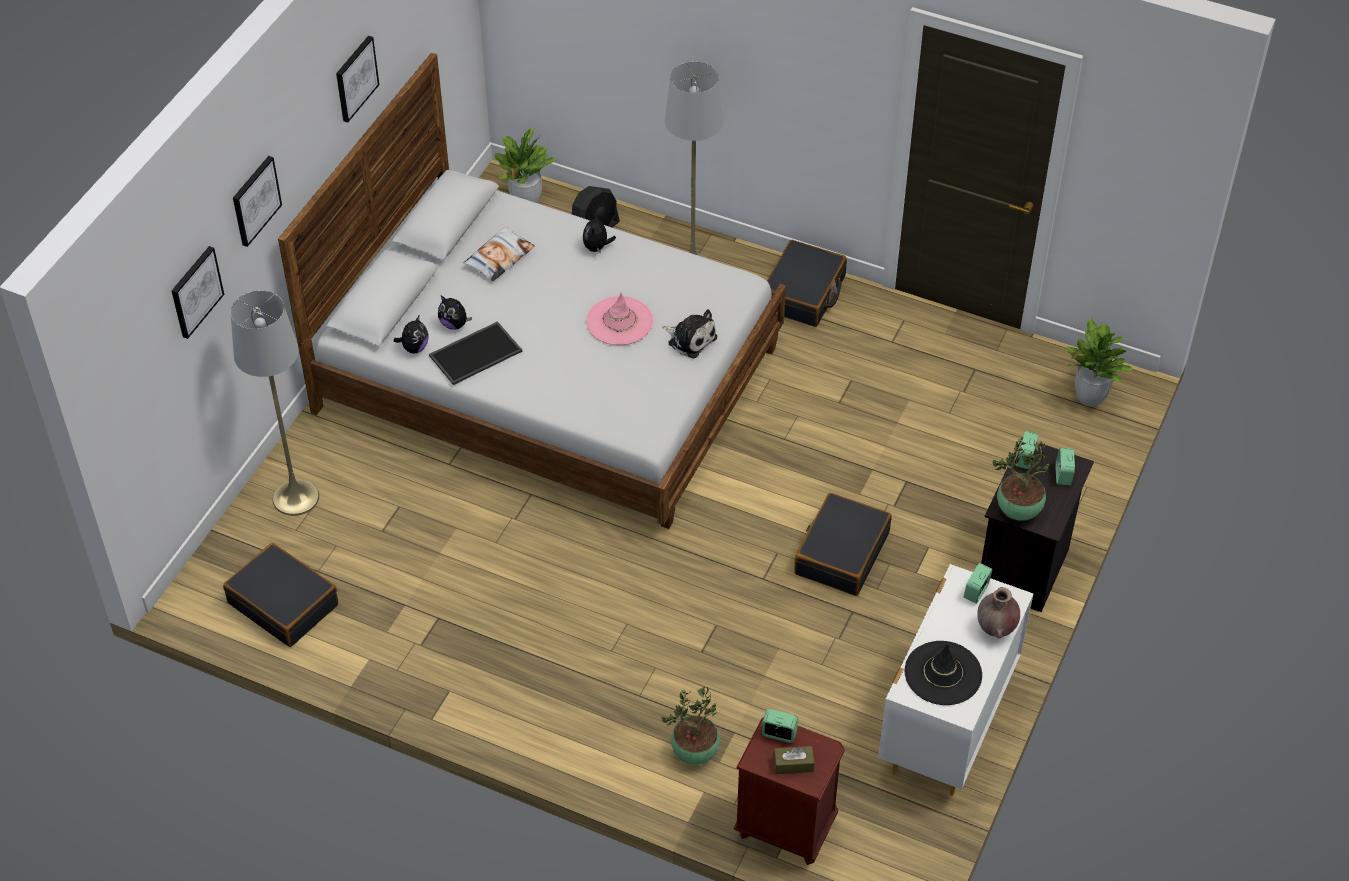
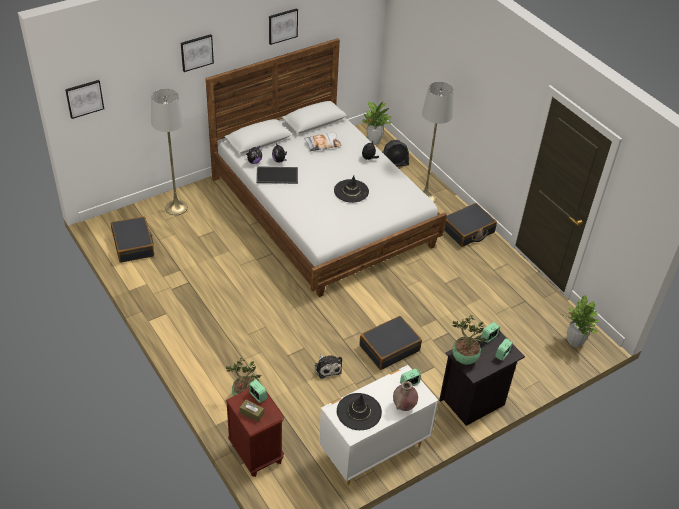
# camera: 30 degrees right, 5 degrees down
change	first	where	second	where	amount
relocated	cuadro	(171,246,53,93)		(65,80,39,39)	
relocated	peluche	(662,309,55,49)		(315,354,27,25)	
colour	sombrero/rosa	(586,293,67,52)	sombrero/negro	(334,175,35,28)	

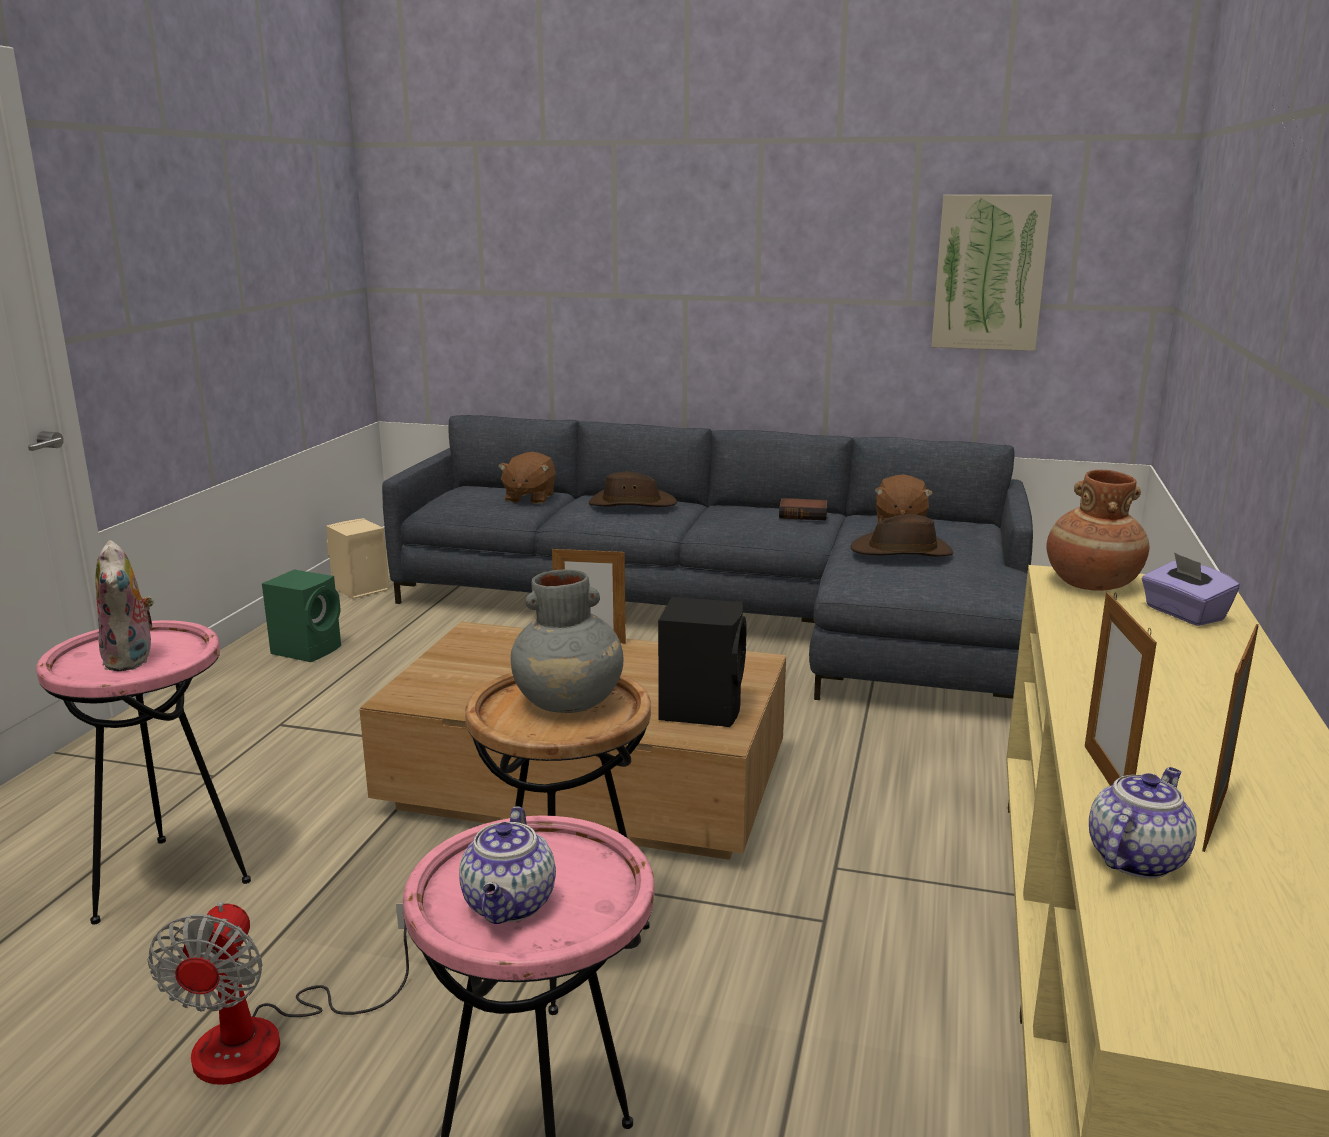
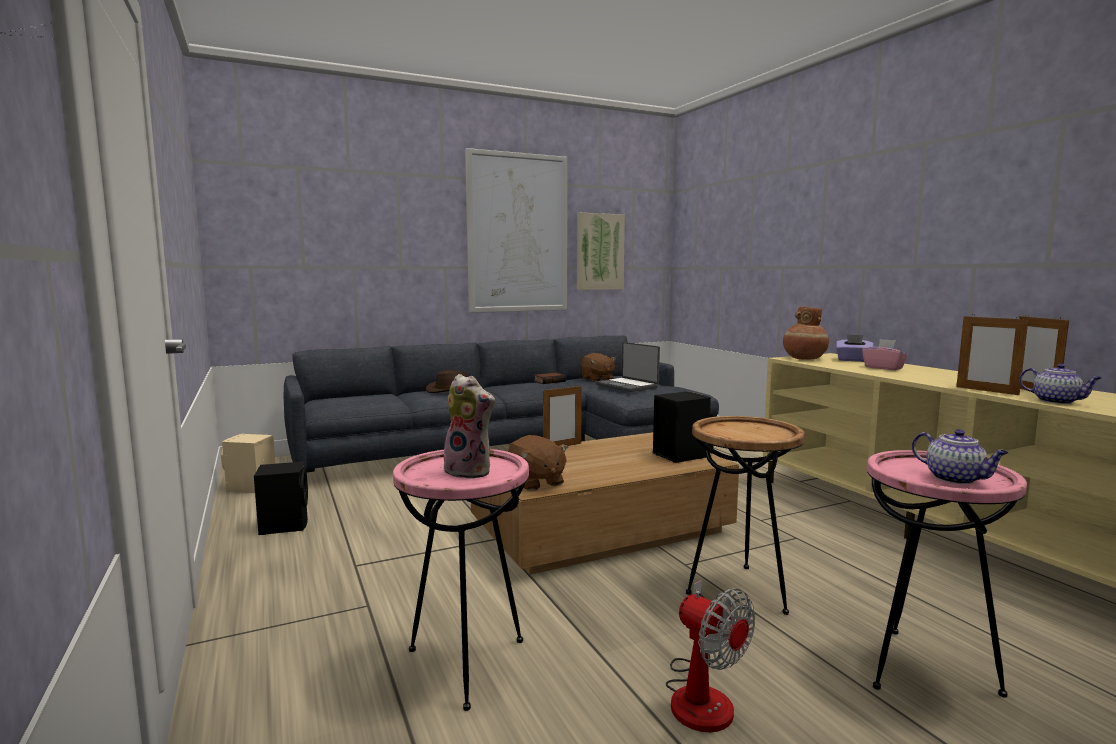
# camera: 40 degrees left, 10 degrees down
change	first	where	second	where	amount
colour	altavoz/verde	(262,569,79,93)	altavoz/negro	(254,461,54,74)	
appeared			cuadro	(465,148,102,165)	
relocated	peluche/marrón	(498,452,58,52)		(508,435,60,56)	
exchanged	sombrero/marrón	(850,514,104,43)	portátil	(595,342,65,50)	
appeared			caja de pañuelos/rosa	(862,339,46,31)	
spun	tetera	(1089,767,108,112)		(1019,363,83,41)	135 degrees clockwise
missing	florero/gris	(511,569,112,144)			

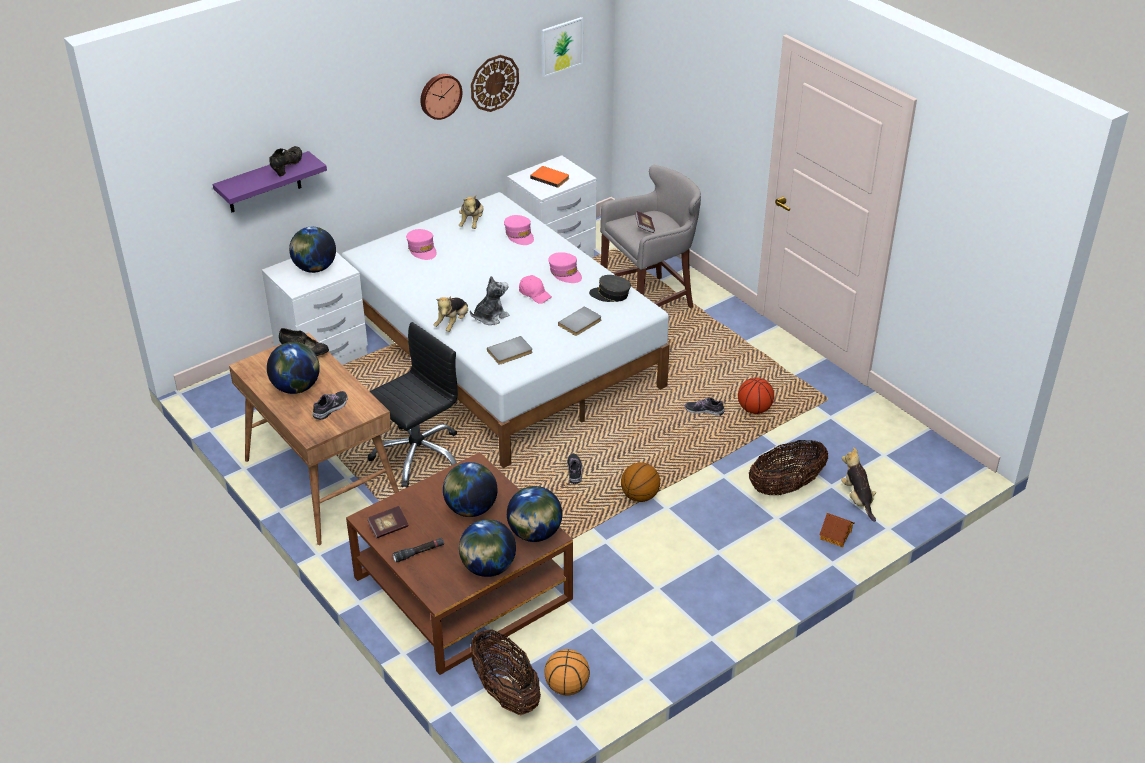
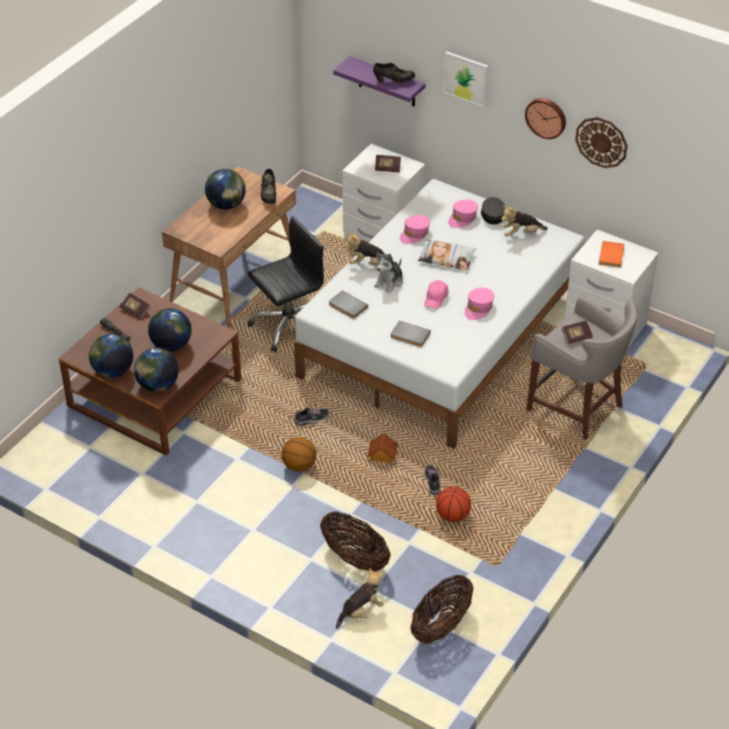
# camera: 70 degrees right, 5 degrees up
change	first	where	second	where	amount
spun	silla de oficina/negro	(368,322,90,166)		(248,216,76,136)	60 degrees counterclockwise
relocated	casita	(819,513,35,34)		(367,433,31,30)	
spun	peluche	(470,276,40,49)		(374,253,29,40)	90 degrees clockwise
exchanged	globo terráqueo	(289,227,47,46)	libro	(375,155,26,17)	
relocated	gorra/rosa	(504,215,30,30)		(400,215,30,29)	
relocated	cesta	(471,629,70,86)		(410,575,63,69)	
appeared			cojín	(418,240,58,30)	
relocated	cuadro	(541,17,42,60)		(443,51,45,56)	
relocated	gorra/gris	(589,275,42,27)		(481,197,24,28)	
missing	zapato	(313,391,35,29)			
missing	balón de baloncesto	(544,649,46,47)			

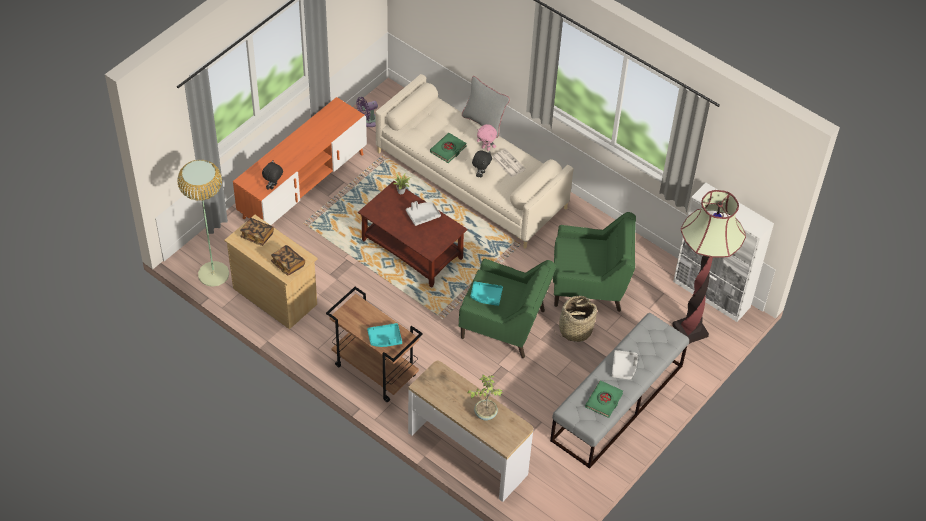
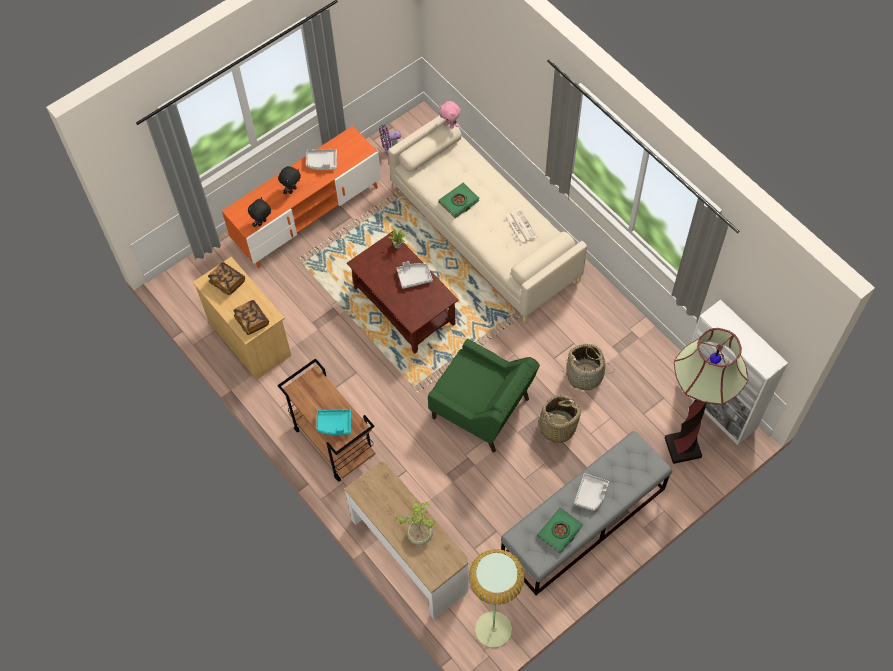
# camera: 15 degrees right, 10 degrees up
change	first	where	second	where	amount
relocated	peluche/negro	(472,151,20,26)		(278,166,23,28)	
appeared			bandeja/gris	(306,149,31,21)	
relocated	peluche/rosa	(477,124,20,27)		(439,101,22,28)	
relocated	lámpara de pie	(177,160,52,127)		(469,549,56,99)	
exchanged	sillón/verde	(553,212,83,100)	cesta	(562,344,51,46)	
missing	cojín/gris	(462,76,48,62)			
missing	bandeja/turquesa	(471,281,32,25)			

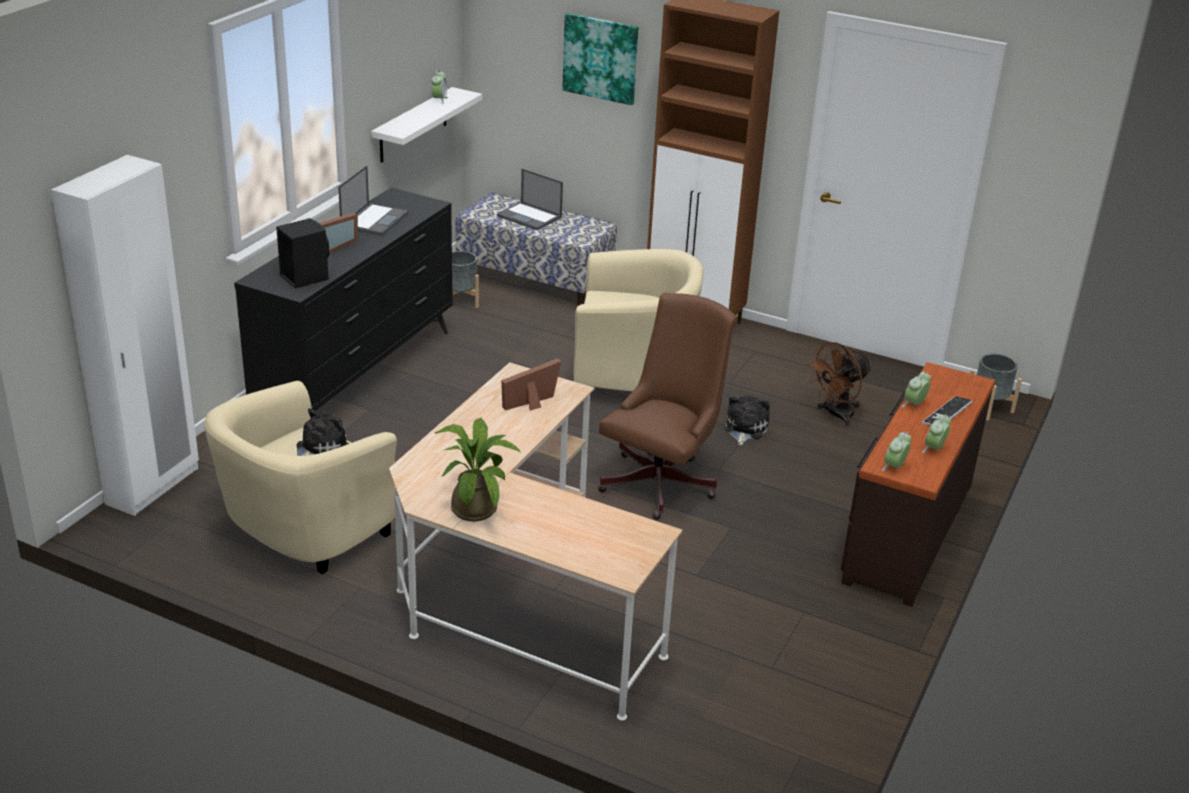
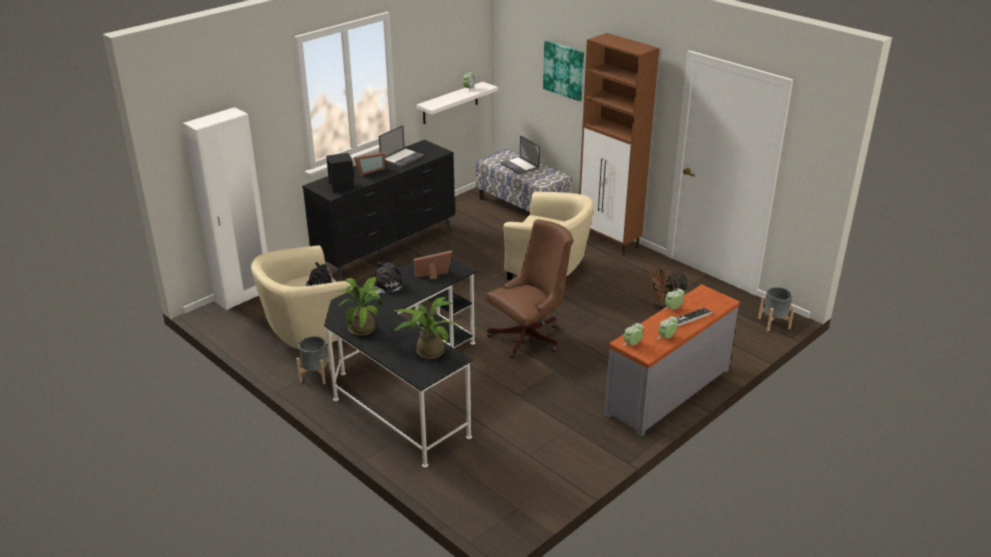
# camera: 20 degrees right, 0 degrees up
change	first	where	second	where	amount
relocated	maceta/gris	(447,251,32,59)		(296,336,35,48)	
colour	escritorio/beis	(389,362,293,359)	escritorio/negro	(324,250,152,218)	
relocated	peluche	(725,396,45,49)		(372,262,33,34)	
appeared			planta en maceta	(393,297,68,62)	
colour	cómoda/marrón	(841,362,154,245)	cómoda/gris	(604,284,136,153)	

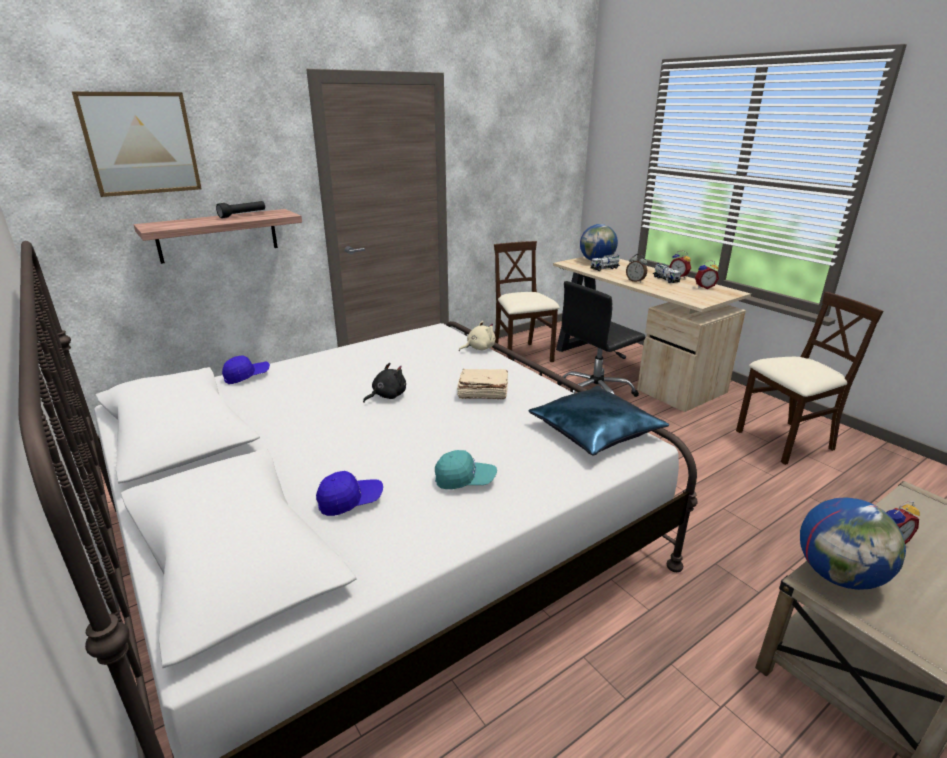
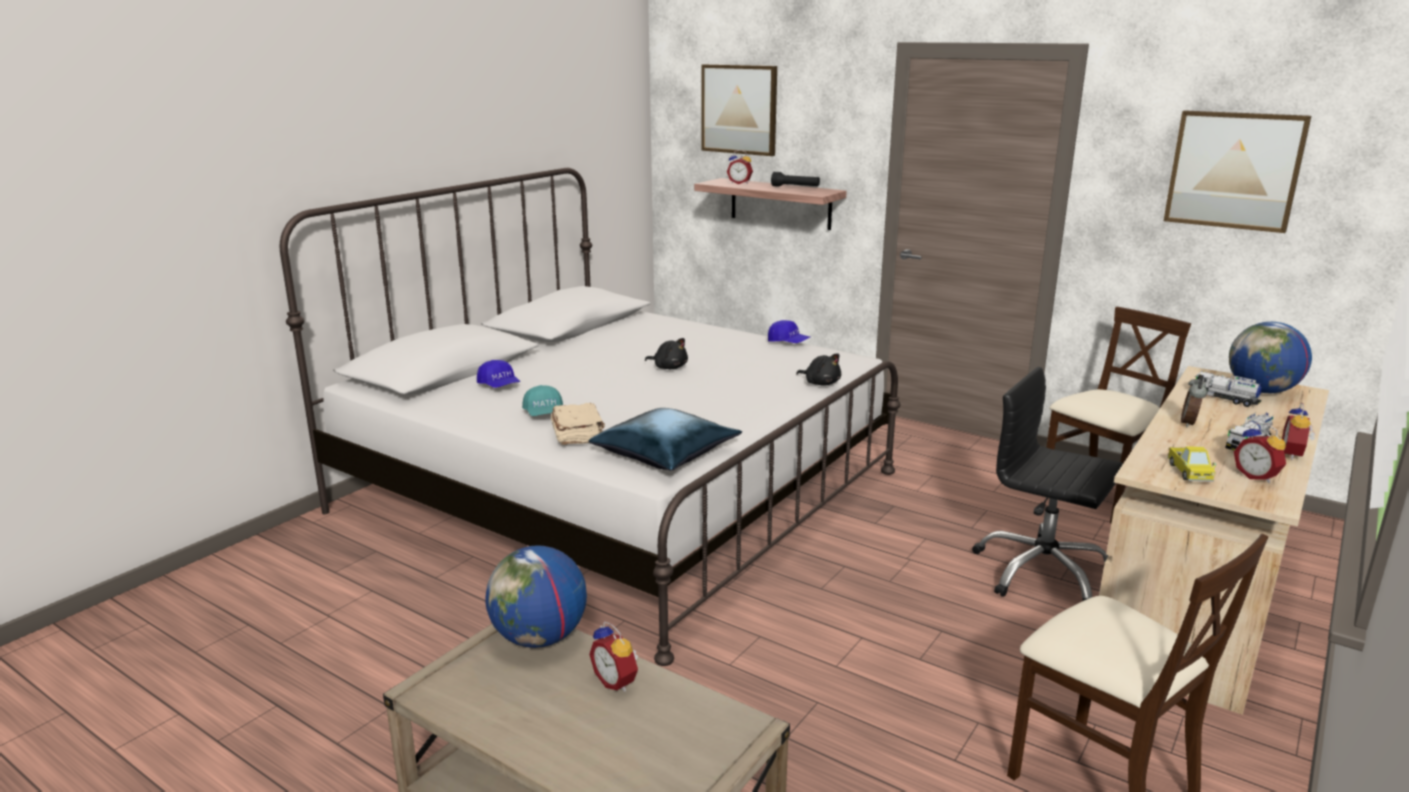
# camera: 70 degrees right, 5 degrees down
change	first	where	second	where	amount
relocated	libro/beis	(457,369,51,30)		(550,403,55,42)	
appeared			despertador	(727,150,26,34)	
relocated	gorra/azul	(222,355,48,29)		(768,320,42,23)	
colour	peluche/beis	(459,321,37,30)	peluche/negro	(796,353,45,33)	
appeared			cuadro	(1164,110,147,123)	
appeared			camión de juguete	(1167,446,49,36)	

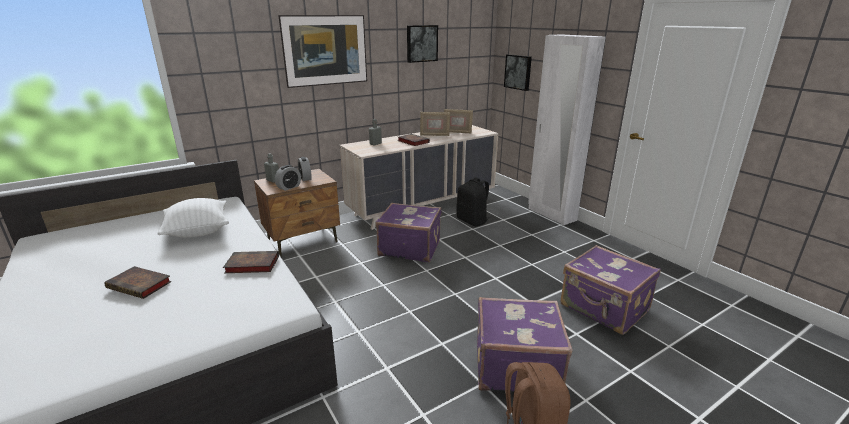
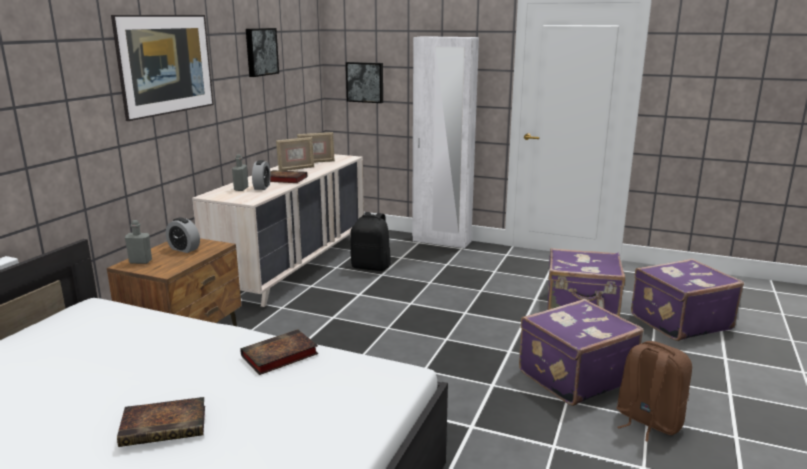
# camera: 35 degrees left, 5 degrees down
change	first	where	second	where	amount
relocated	despertador	(275,165,26,26)		(252,160,19,30)	
relocated	maleta/morado	(376,203,66,59)		(631,259,113,82)	
missing	cojín/blanco	(158,198,71,40)			

